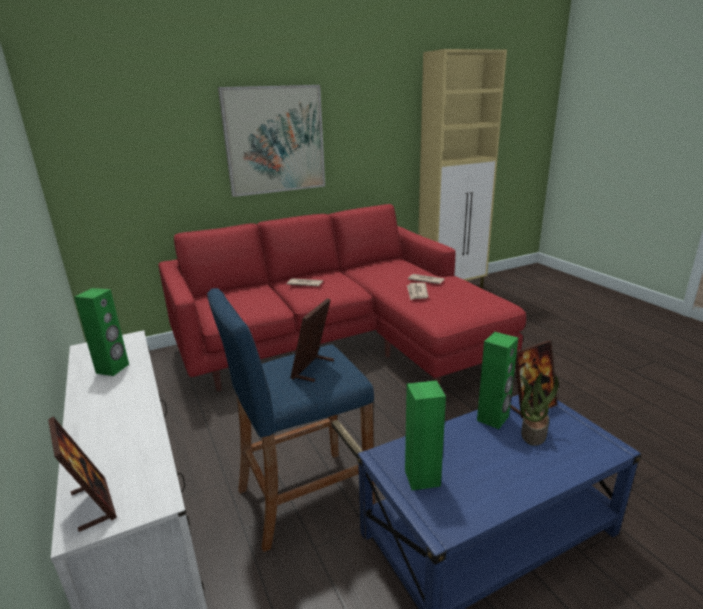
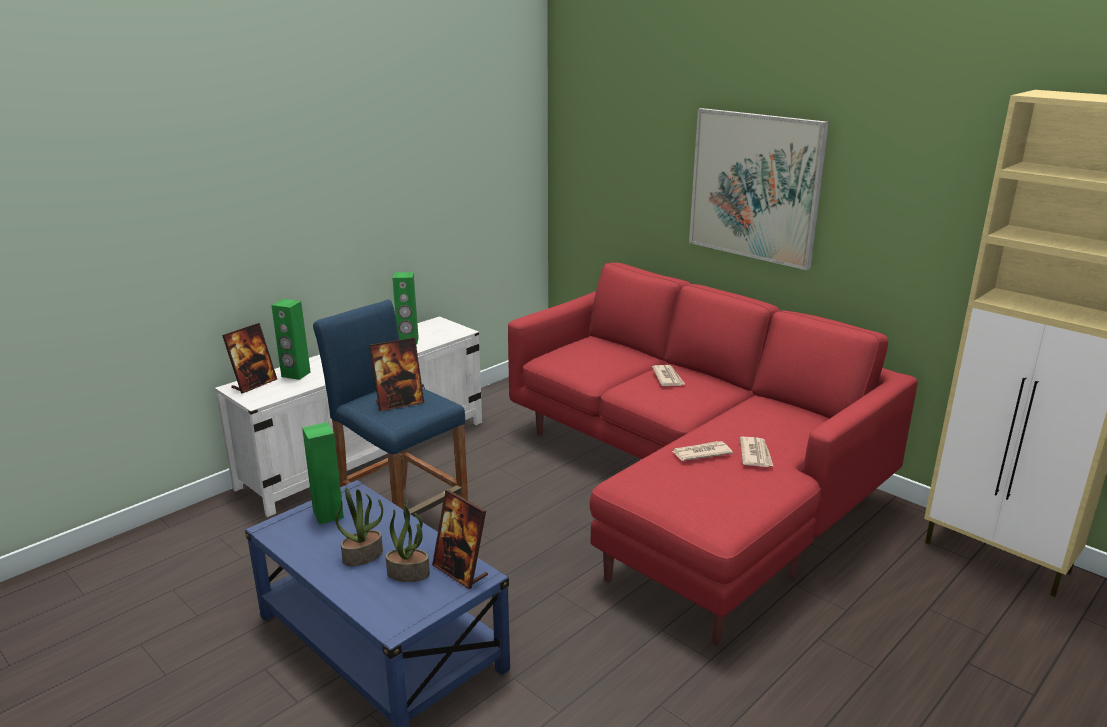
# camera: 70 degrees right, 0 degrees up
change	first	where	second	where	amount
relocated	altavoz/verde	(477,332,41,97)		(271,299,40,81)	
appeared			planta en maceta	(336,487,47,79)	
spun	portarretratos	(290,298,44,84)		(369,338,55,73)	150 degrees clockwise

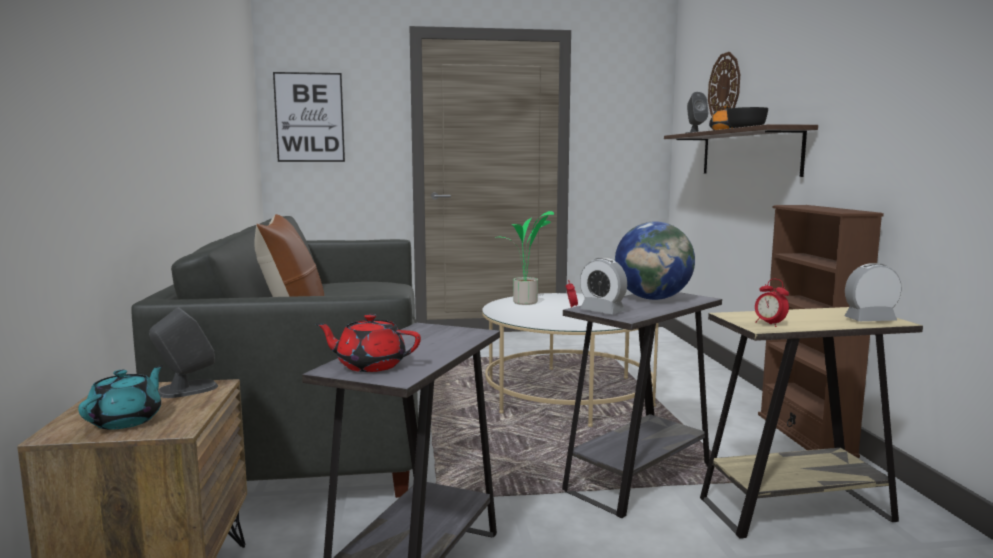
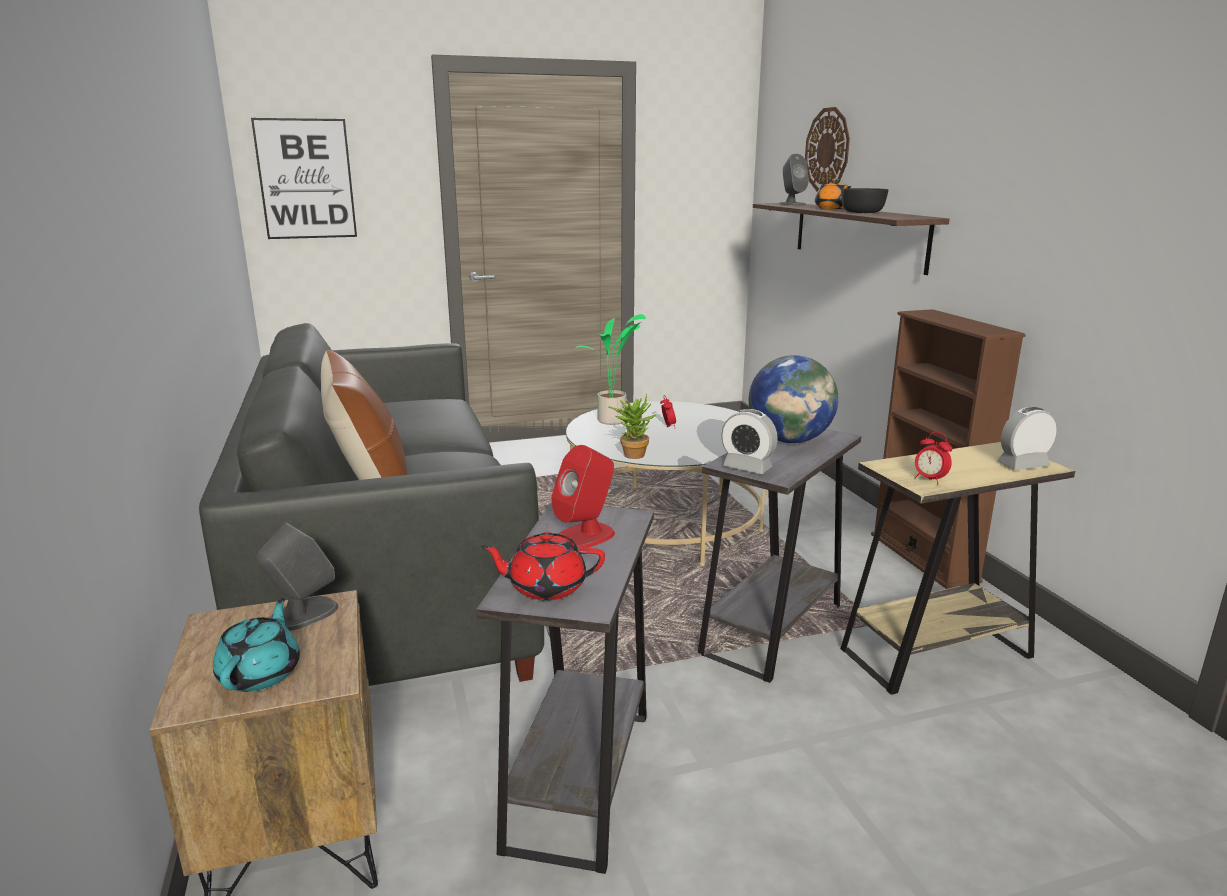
# camera: 10 degrees left, 10 degrees up
change	first	where	second	where	amount
appeared			altavoz/rojo	(551,445,64,103)	
appeared			planta en maceta	(608,393,48,66)	

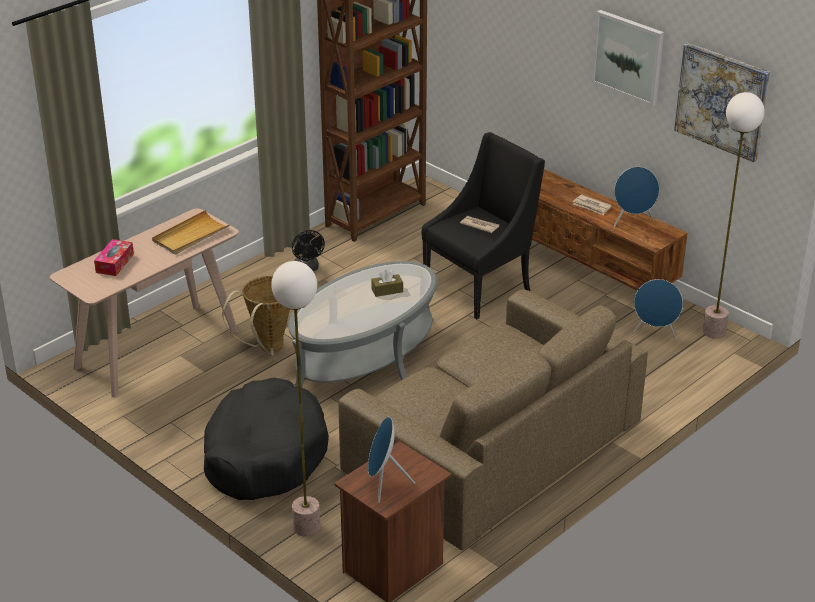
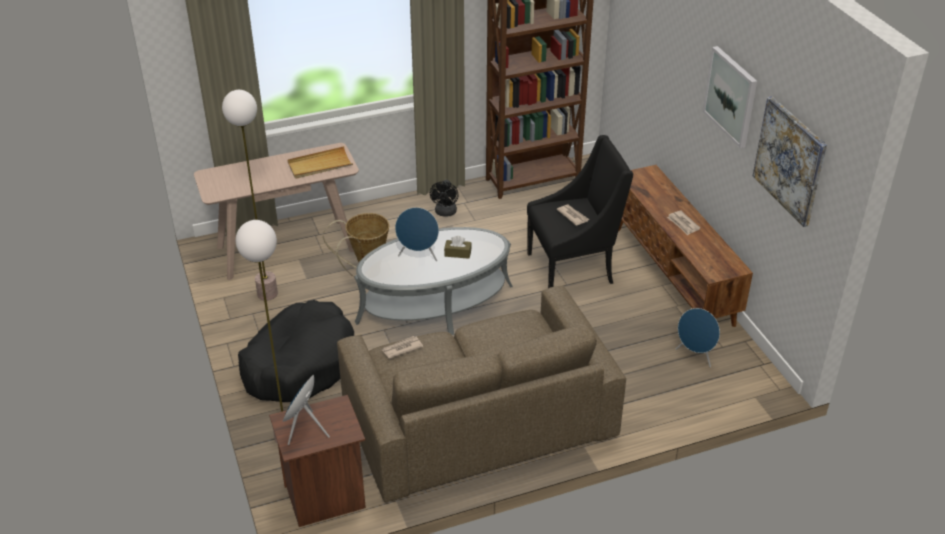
# camera: 25 degrees right, 5 degrees up
change	first	where	second	where	amount
relocated	lámpara de pie	(703,92,62,247)		(222,90,56,211)	
appeared			periódico	(382,336,41,23)	
relocated	altavoz/azul	(614,167,45,60)		(395,207,44,54)	
missing	caja de pañuelos	(94,239,40,37)			

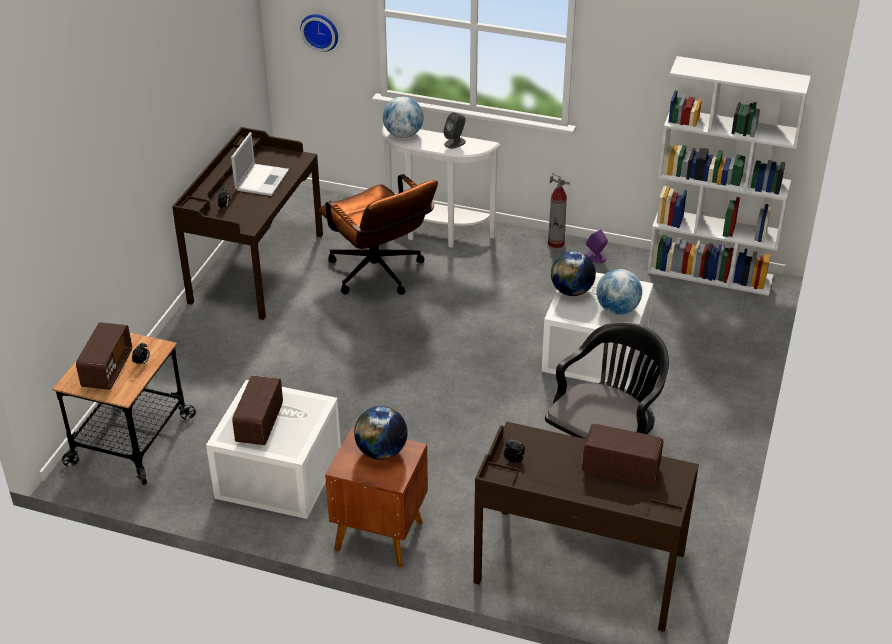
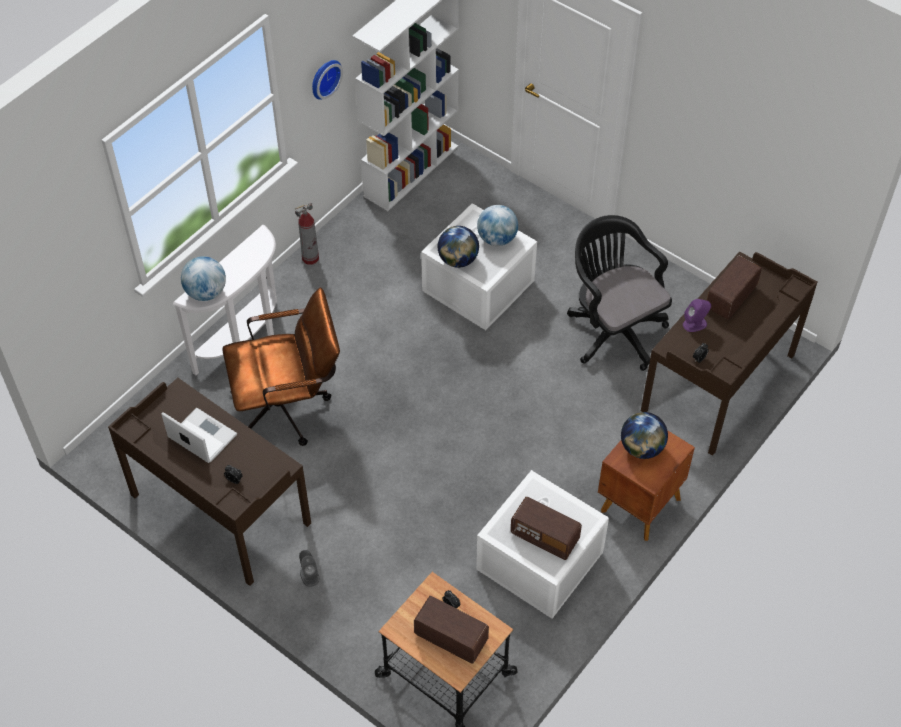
# camera: 70 degrees left, 15 degrees up
change	first	where	second	where	amount
relocated	altavoz/gris	(444,112,22,37)		(299,550,20,37)	
relocated	reloj de pared	(300,14,38,38)		(312,60,31,40)	
relocated	altavoz/morado	(586,230,22,34)		(683,299,28,33)	

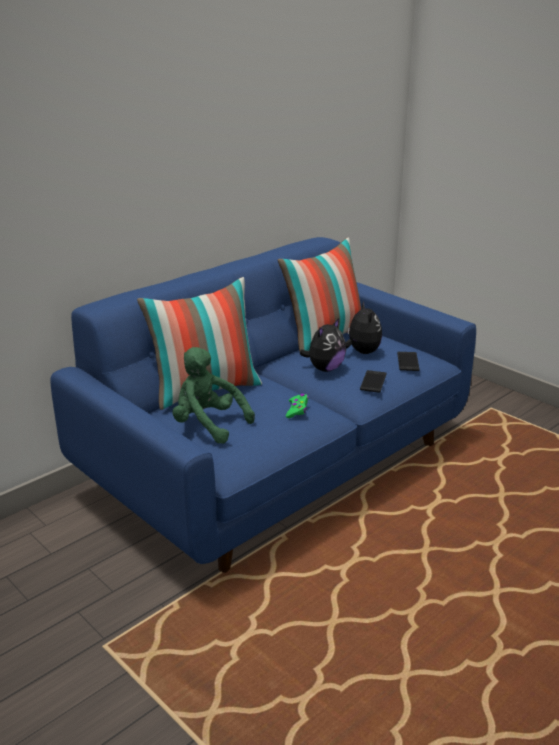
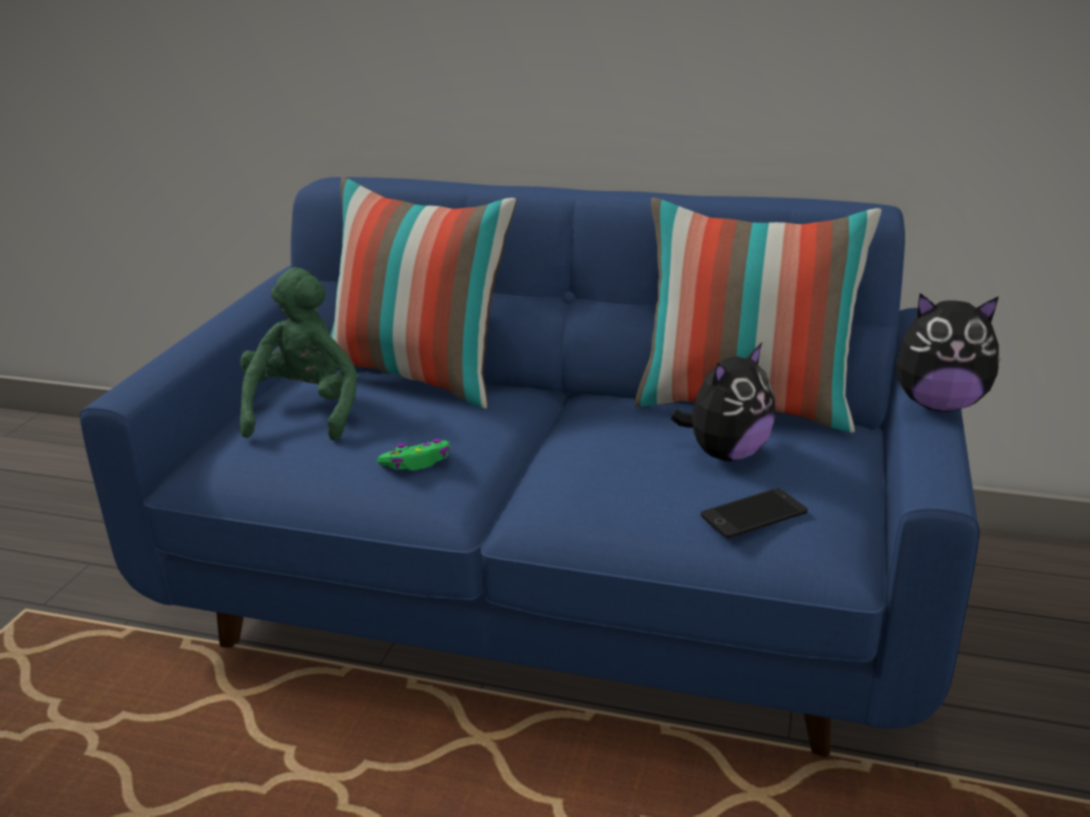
# camera: 60 degrees right, 0 degrees up
change	first	where	second	where	amount
relocated	peluche	(300,318,46,54)		(896,293,104,119)	
missing	móvil	(360,370,27,23)			

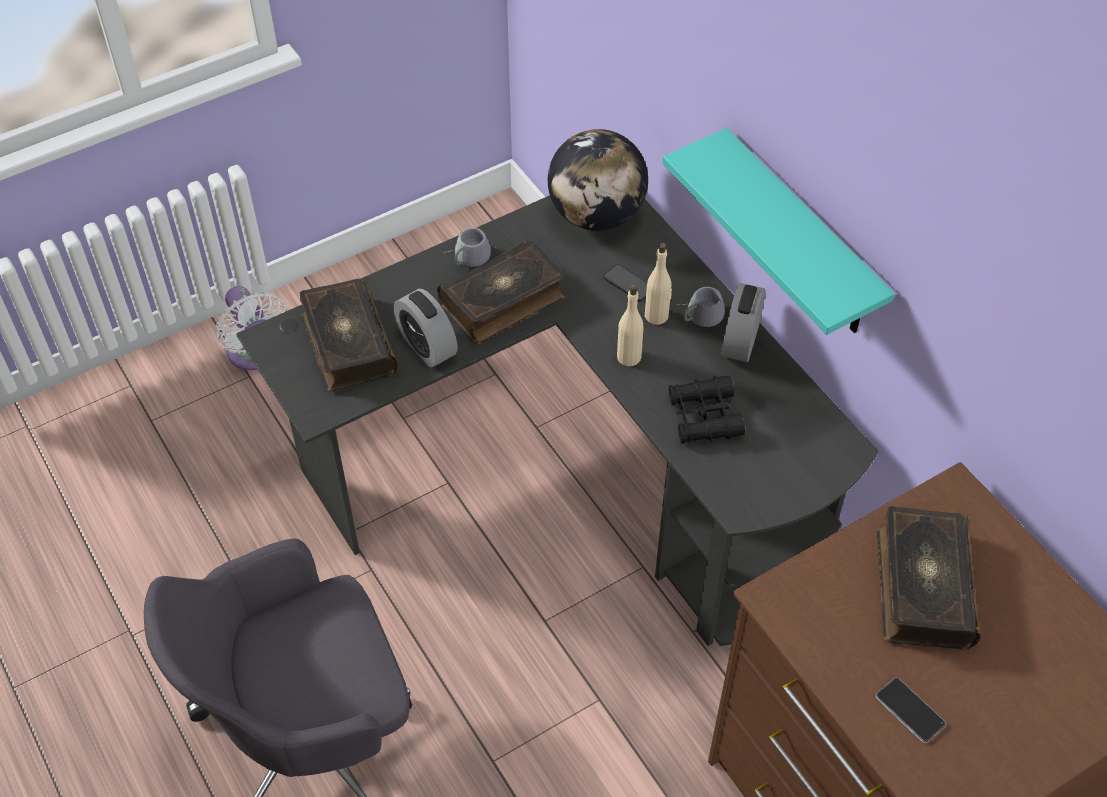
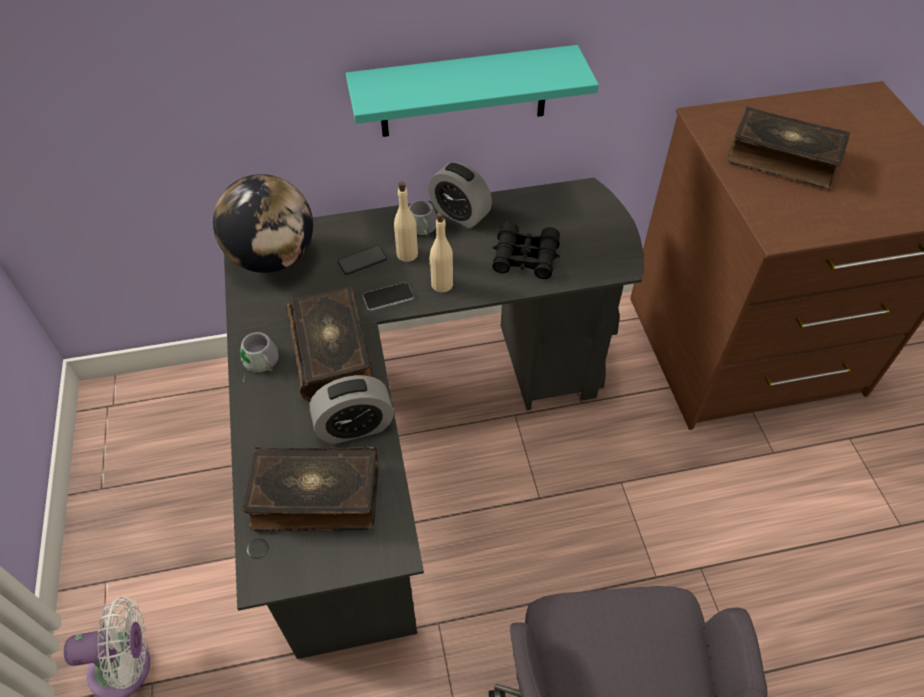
# camera: 70 degrees left, 0 degrees up
change	first	where	second	where	amount
relocated	móvil	(876,678,70,65)		(363,282,51,29)	

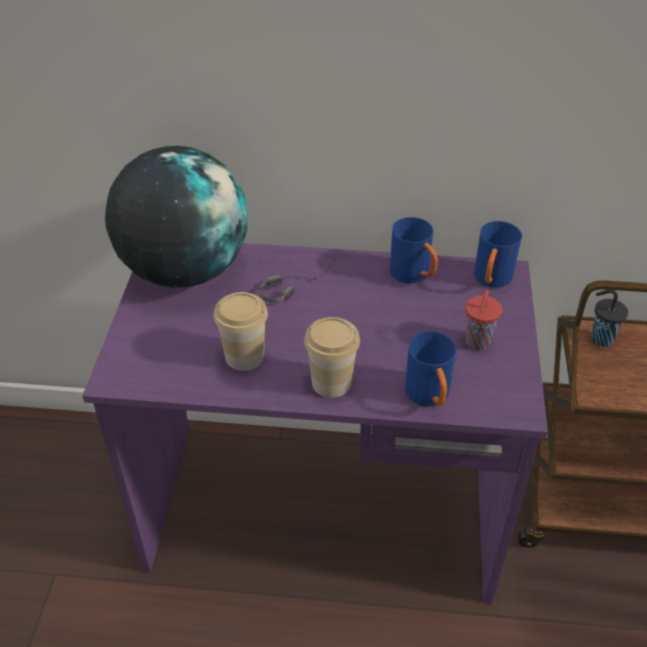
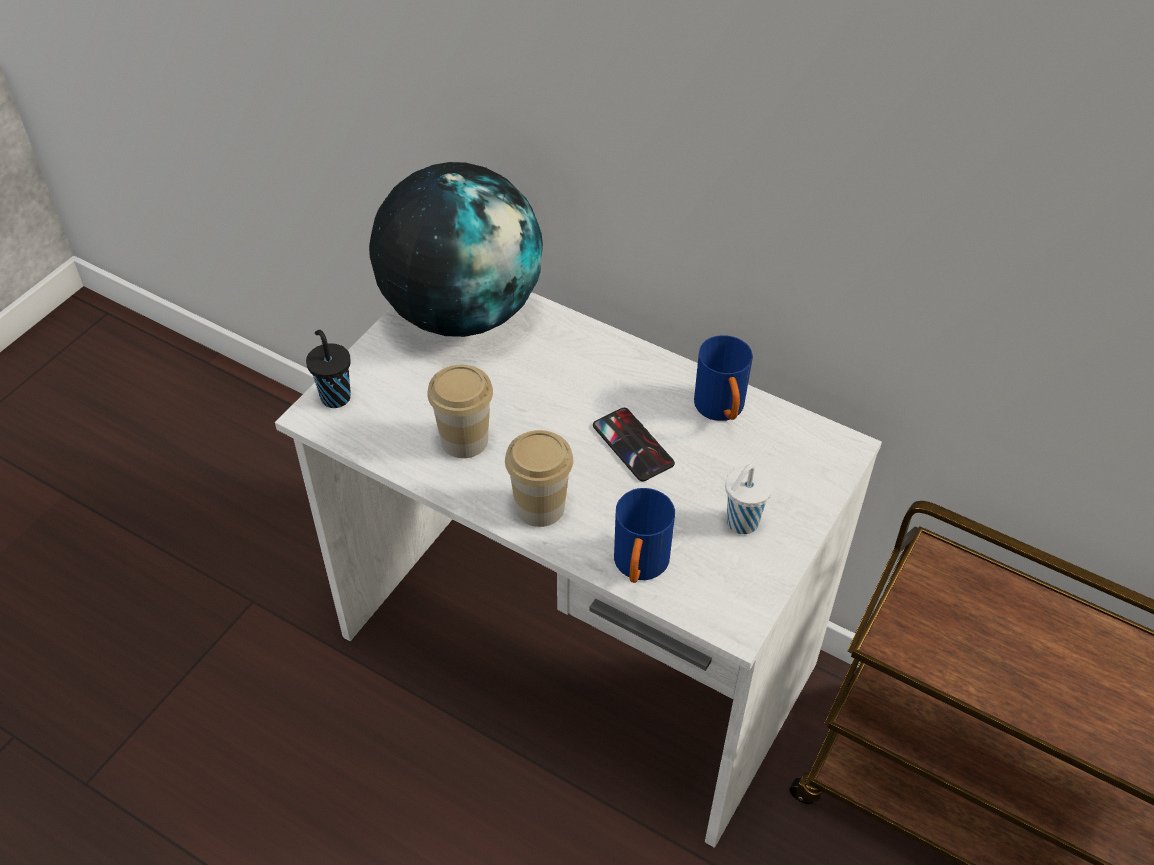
# camera: 25 degrees right, 5 degrees up
change	first	where	second	where	amount
colour	escritorio/morado	(83,243,465,361)	escritorio/blanco	(275,292,607,556)	
relocated	taza/negro	(591,290,37,57)		(306,330,45,78)	
appeared			móvil	(593,408,82,74)	
colour	taza/rojo	(465,289,37,61)	taza/blanco	(725,464,48,70)	
missing	auriculares	(259,256,80,47)			
missing	taza grande/azul	(474,221,48,67)			

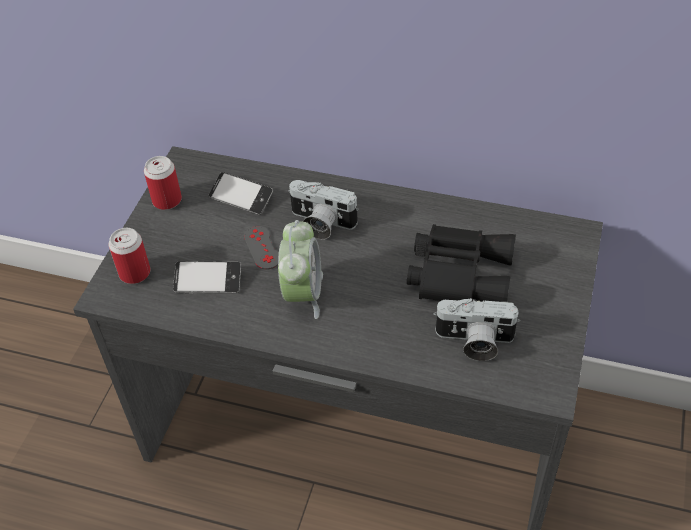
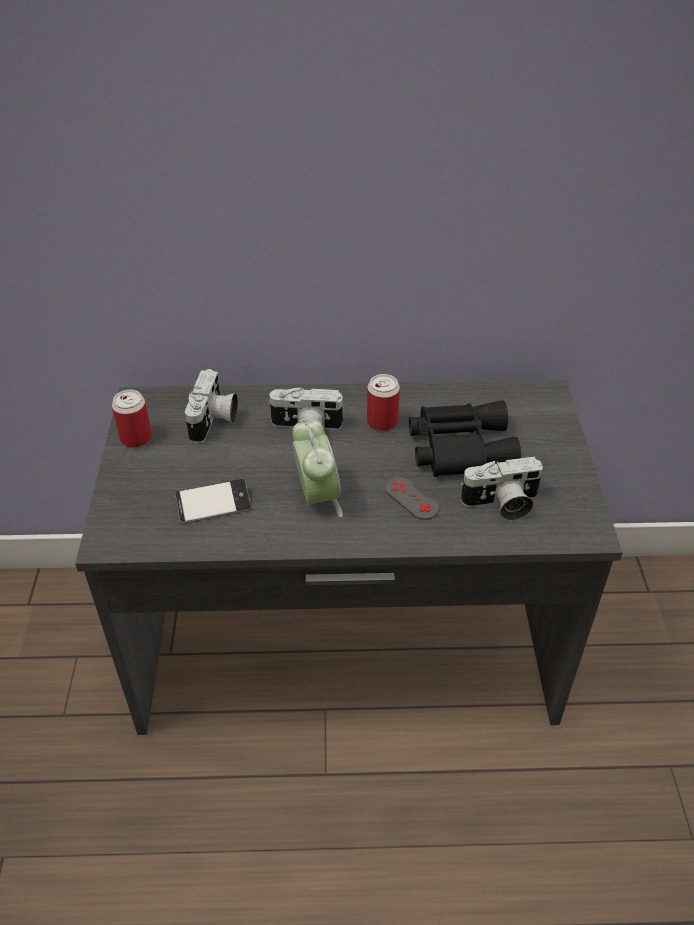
# camera: 20 degrees left, 5 degrees down
change	first	where	second	where	amount
exchanged	móvil	(209,172,64,43)	cámara	(185,369,53,75)	
relocated	lata	(108,228,43,56)		(367,374,33,57)	
relocated	mando de consola/gris	(244,226,35,43)		(385,477,54,43)	

